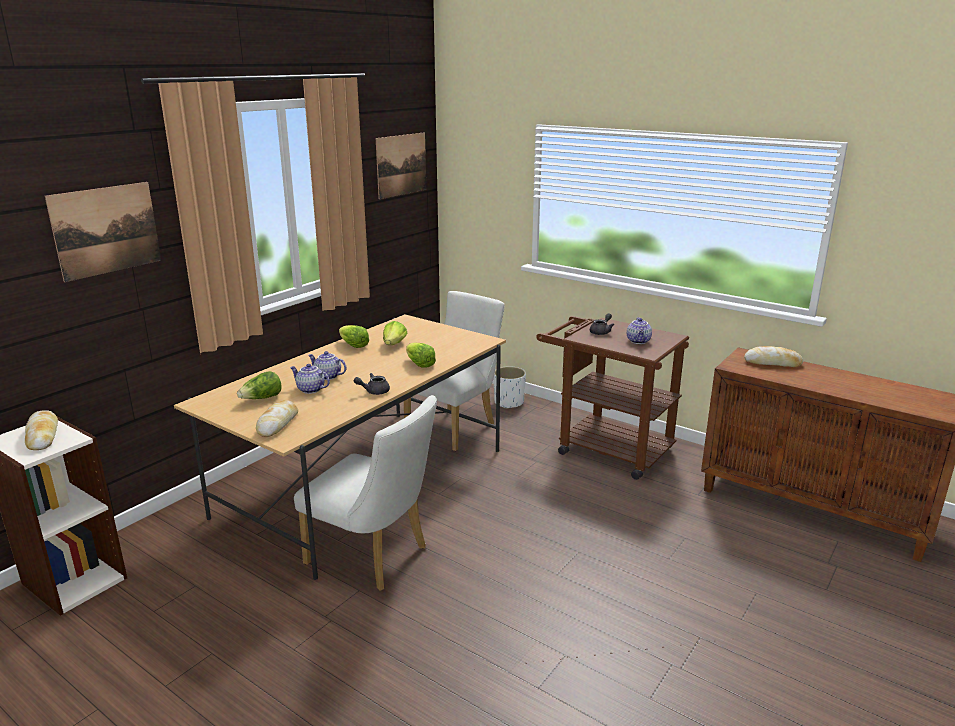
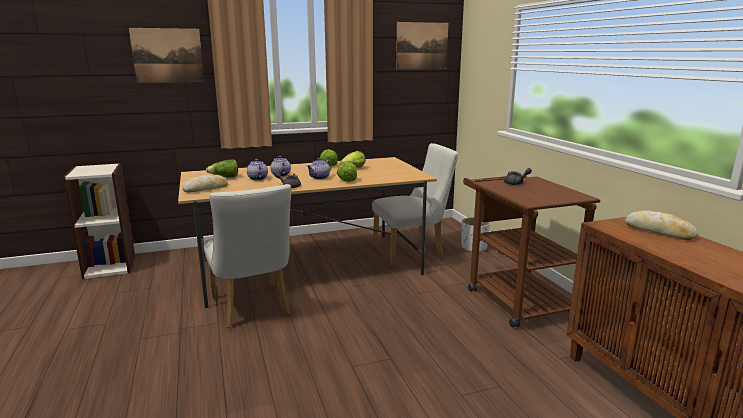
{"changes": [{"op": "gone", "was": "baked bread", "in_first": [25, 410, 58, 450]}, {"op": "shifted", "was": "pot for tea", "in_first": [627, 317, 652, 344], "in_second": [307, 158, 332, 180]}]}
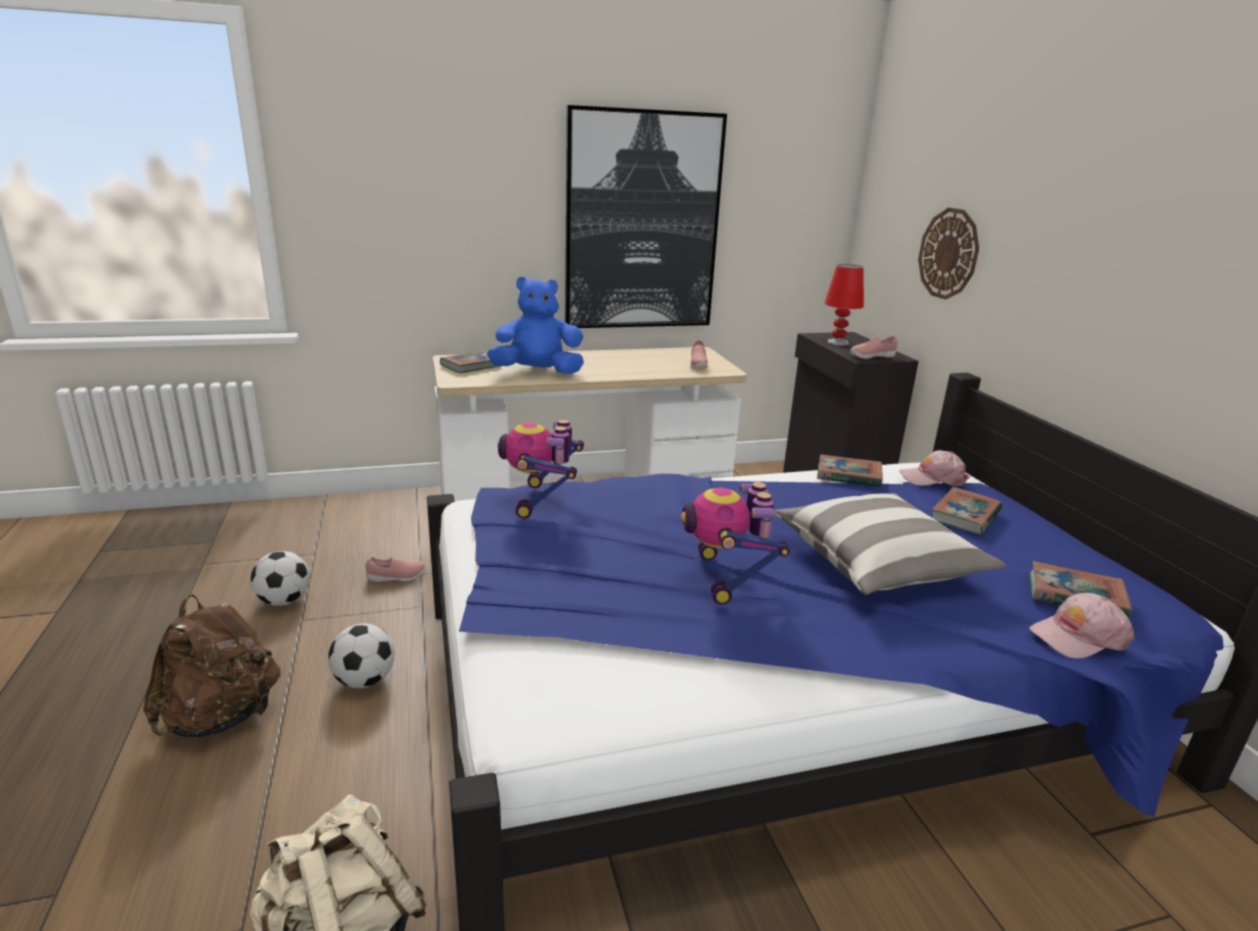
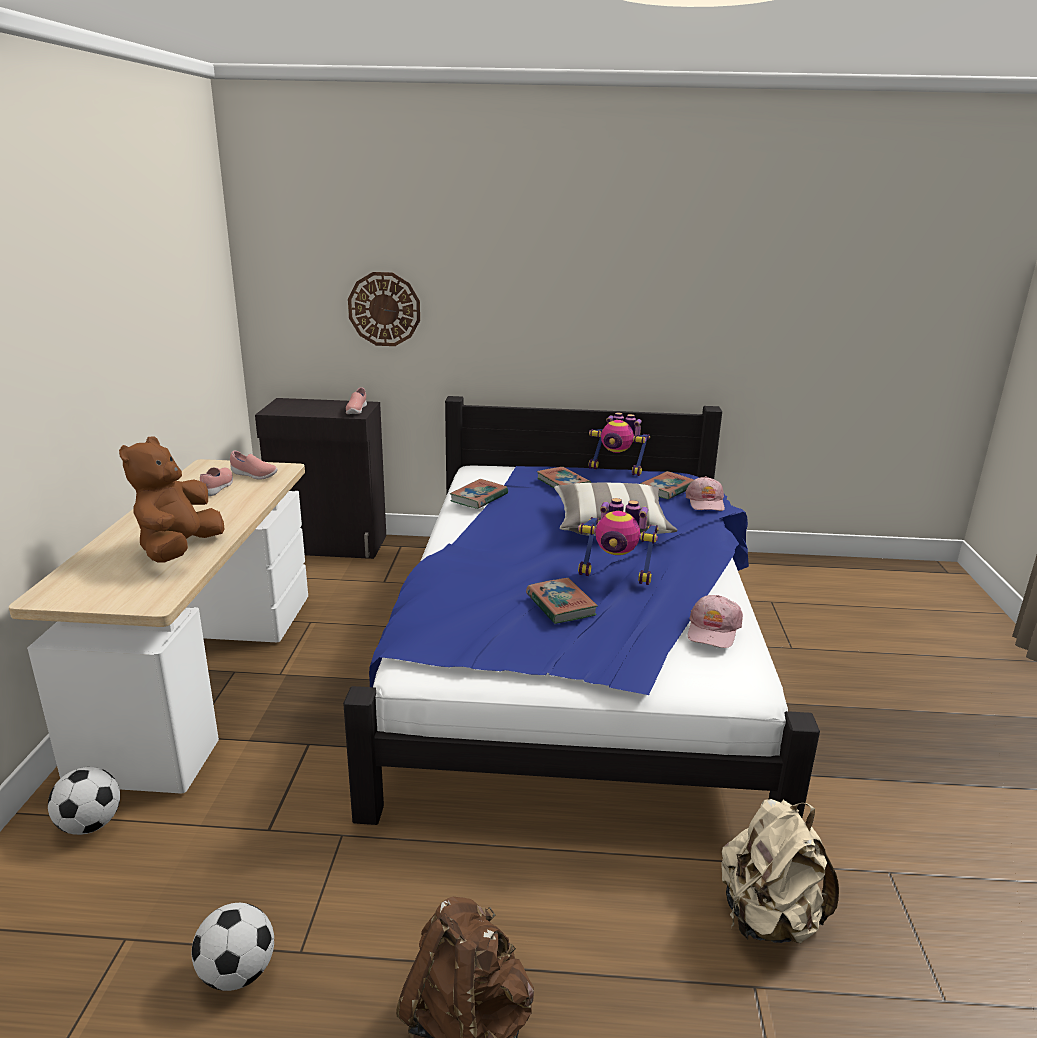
{"changes": [{"op": "gone", "was": "picture", "in_first": [565, 105, 727, 328]}, {"op": "gone", "was": "red lamp for a table", "in_first": [824, 264, 864, 346]}, {"op": "shifted", "was": "ball for football", "in_first": [328, 623, 395, 688], "in_second": [48, 767, 120, 835]}, {"op": "shifted", "was": "pinkish low shoe", "in_first": [365, 556, 426, 582], "in_second": [200, 467, 233, 496]}, {"op": "shifted", "was": "book", "in_first": [440, 351, 500, 373], "in_second": [526, 578, 598, 624]}, {"op": "shifted", "was": "model robot", "in_first": [497, 419, 584, 519], "in_second": [589, 413, 650, 476]}, {"op": "shifted", "was": "pinkish peaked cap", "in_first": [899, 450, 970, 486], "in_second": [688, 595, 743, 648]}, {"op": "repainted", "was": "blue-coloured soft toy", "now": "brown-coloured soft toy", "in_first": [487, 276, 584, 374], "in_second": [119, 436, 224, 563]}]}
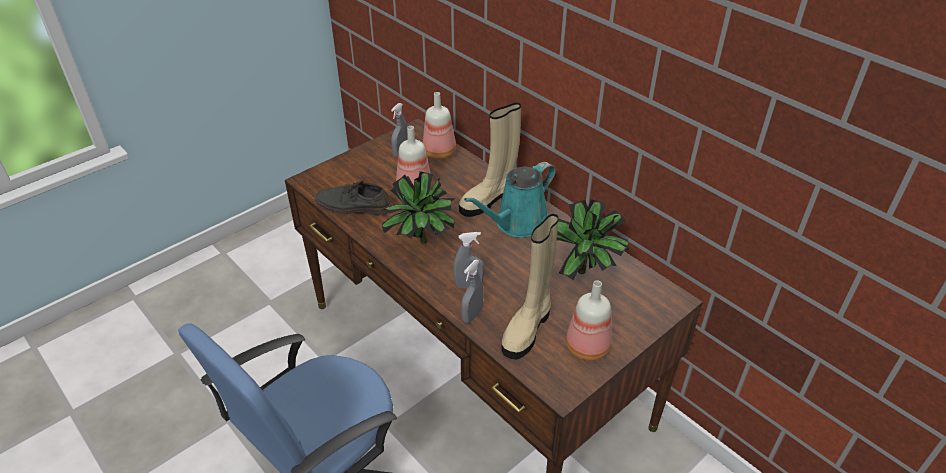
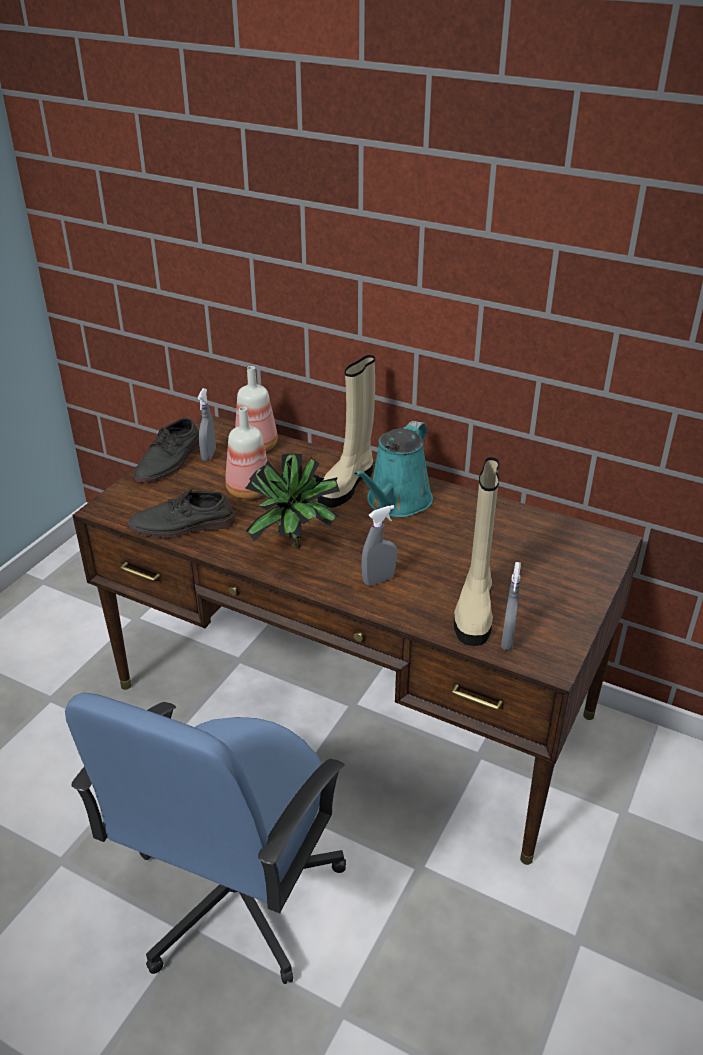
{"changes": [{"op": "gone", "was": "plant in a pot", "in_first": [557, 199, 630, 280]}, {"op": "gone", "was": "drink bottle", "in_first": [566, 281, 612, 361]}, {"op": "new", "now": "greyish low shoe", "in_second": [134, 418, 199, 483]}, {"op": "shifted", "was": "greyish sprayer", "in_first": [461, 260, 483, 324], "in_second": [501, 562, 521, 650]}]}
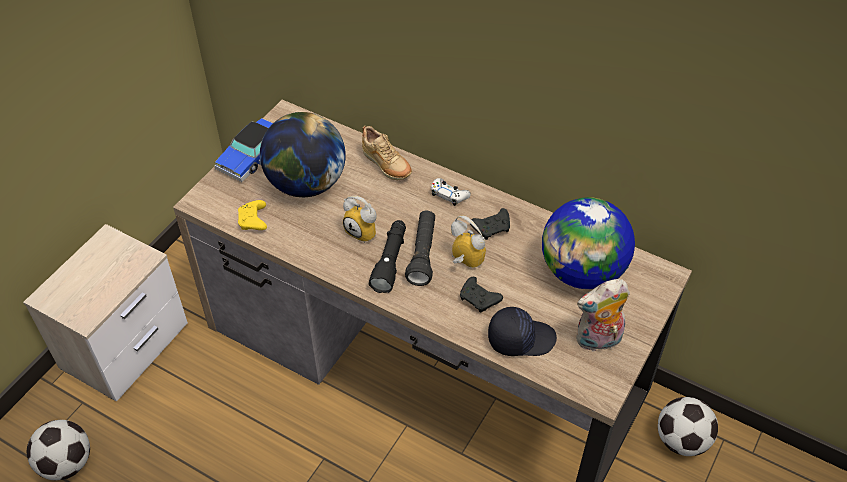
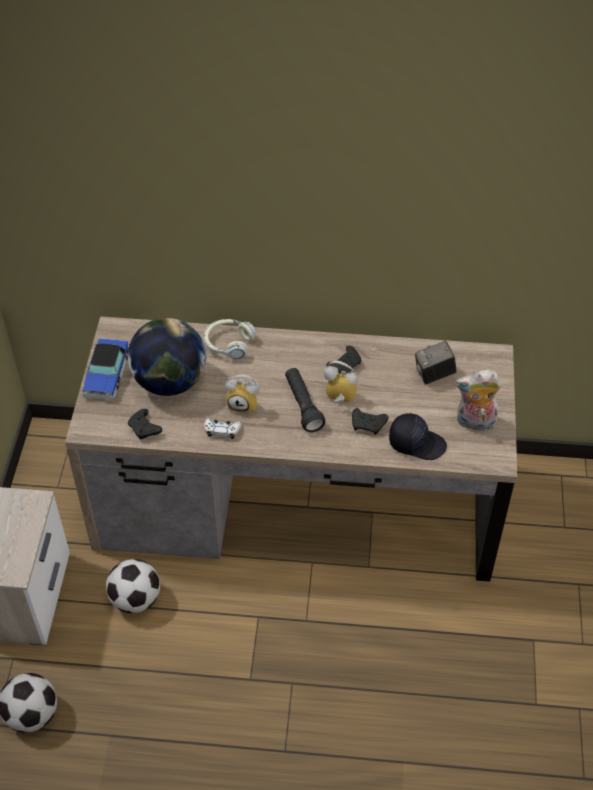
{"changes": [{"op": "gone", "was": "black hand torch", "in_first": [369, 220, 406, 293]}, {"op": "shifted", "was": "white joypad", "in_first": [431, 178, 471, 206], "in_second": [204, 418, 242, 439]}, {"op": "shifted", "was": "ball for football", "in_first": [658, 397, 718, 456], "in_second": [106, 559, 160, 613]}, {"op": "swapped", "was": "beige-coloured low shoe", "now": "headphones", "in_first": [362, 126, 412, 180], "in_second": [204, 319, 256, 359]}, {"op": "swapped", "was": "desk globe", "now": "still camera", "in_first": [542, 197, 635, 289], "in_second": [415, 341, 456, 384]}, {"op": "repainted", "was": "yellow joypad", "now": "black joypad", "in_first": [238, 200, 267, 230], "in_second": [128, 409, 162, 439]}, {"op": "rotated", "was": "black peaked cap", "in_first": [488, 307, 557, 356], "in_second": [389, 413, 447, 460], "clockwise": 45}, {"op": "rotated", "was": "soft toy", "in_first": [576, 279, 630, 352], "in_second": [455, 370, 502, 431], "clockwise": 45}]}
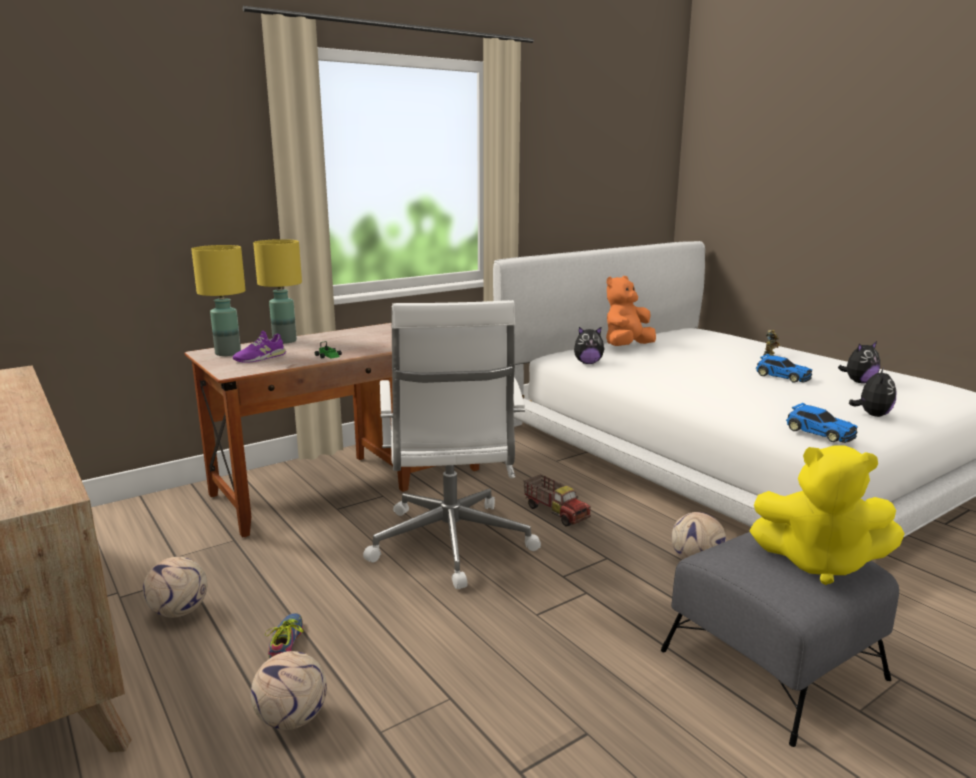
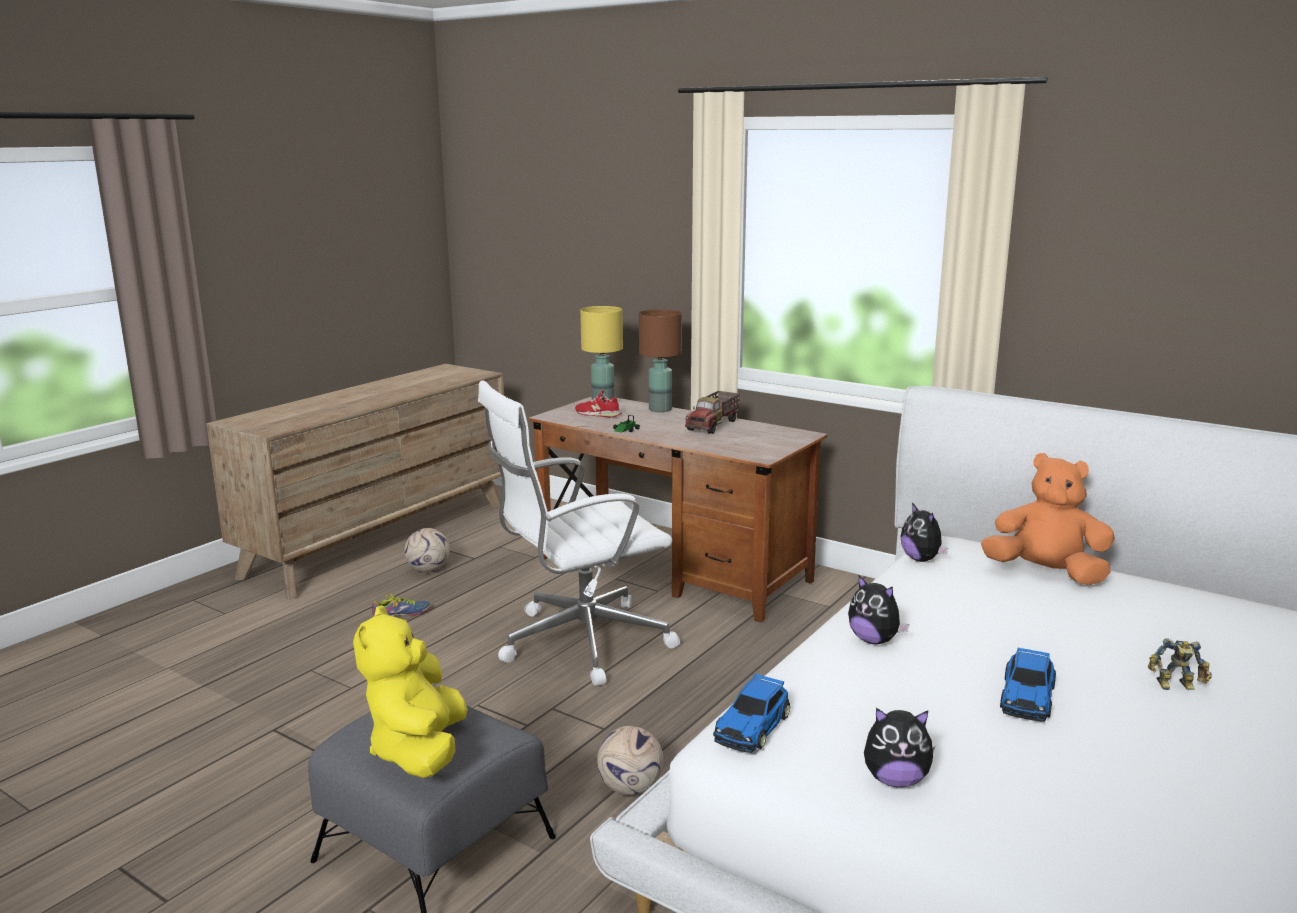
{"changes": [{"op": "gone", "was": "ball for football", "in_first": [251, 651, 327, 730]}, {"op": "shifted", "was": "toy lorry", "in_first": [523, 474, 591, 527], "in_second": [685, 391, 740, 434]}, {"op": "shifted", "was": "soft toy", "in_first": [838, 341, 880, 383], "in_second": [848, 575, 909, 644]}, {"op": "repainted", "was": "purple low shoe", "now": "red low shoe", "in_first": [233, 331, 286, 363], "in_second": [575, 391, 621, 417]}, {"op": "repainted", "was": "yellow lamp for a table", "now": "brown-coloured lamp for a table", "in_first": [253, 239, 302, 344], "in_second": [639, 309, 682, 412]}]}
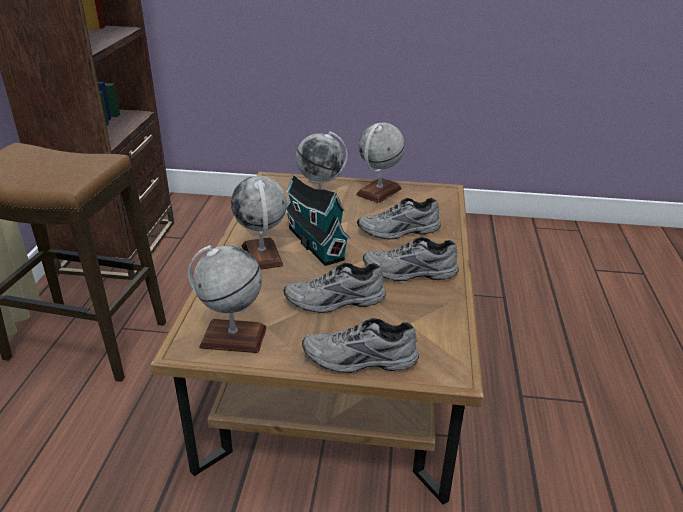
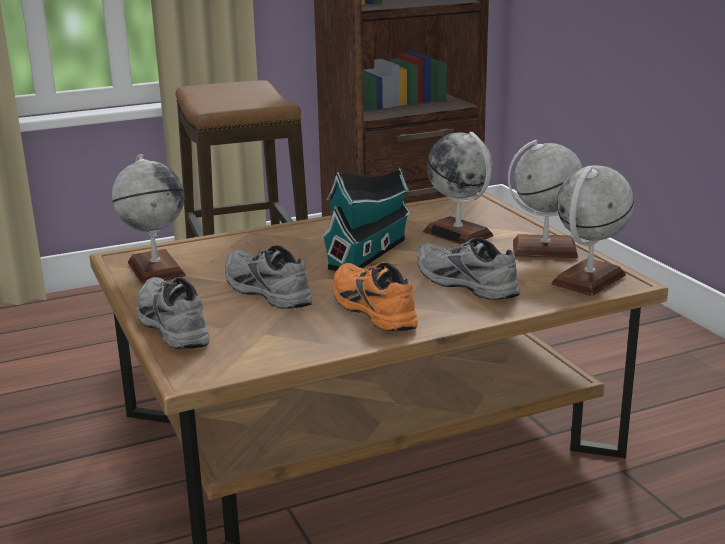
{"changes": [{"op": "shifted", "was": "desk globe", "in_first": [231, 176, 287, 270], "in_second": [551, 165, 634, 296]}, {"op": "repainted", "was": "greyish low shoe", "now": "orange-coloured low shoe", "in_first": [363, 237, 459, 281], "in_second": [333, 262, 418, 331]}]}
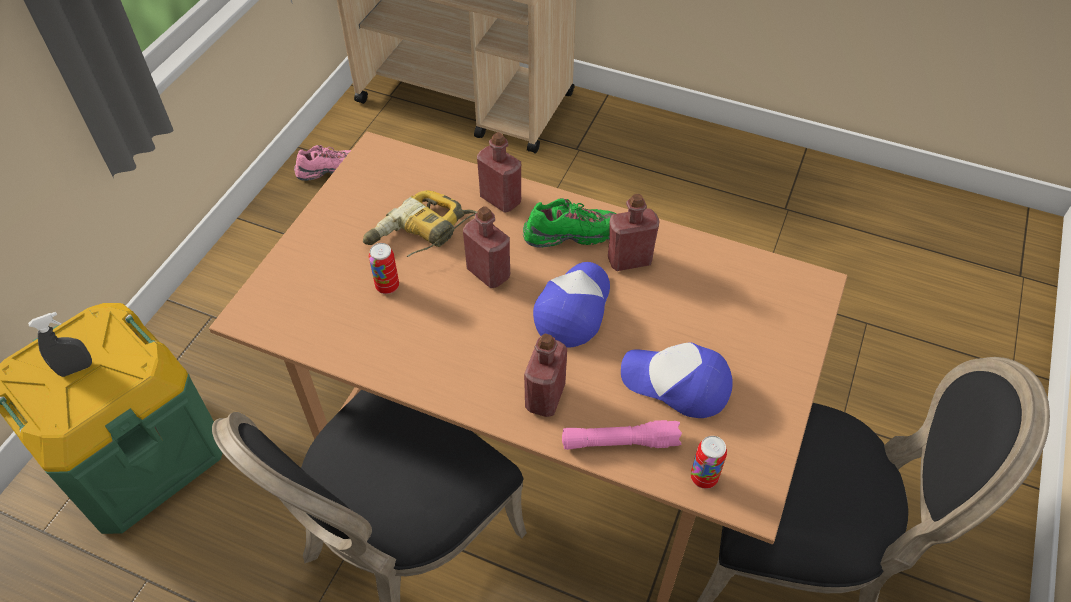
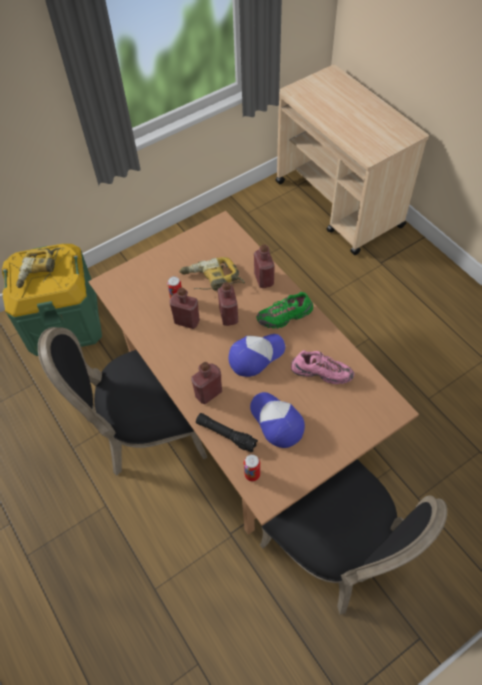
{"changes": [{"op": "shifted", "was": "pinkish low shoe", "in_first": [294, 145, 351, 181], "in_second": [291, 350, 354, 384]}, {"op": "shifted", "was": "red drink bottle", "in_first": [608, 194, 659, 271], "in_second": [169, 287, 200, 329]}, {"op": "swapped", "was": "greyish sprayer", "now": "power drill", "in_first": [28, 312, 92, 377], "in_second": [16, 247, 61, 288]}, {"op": "repainted", "was": "pinkish hand torch", "now": "black hand torch", "in_first": [562, 420, 682, 450], "in_second": [196, 413, 258, 452]}, {"op": "rotated", "was": "green-coloured low shoe", "in_first": [523, 198, 617, 248], "in_second": [256, 292, 313, 329], "clockwise": 135}]}
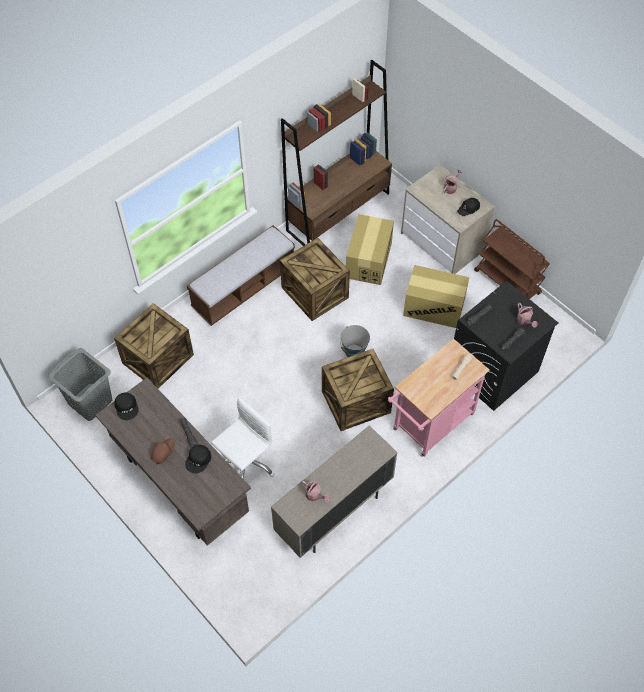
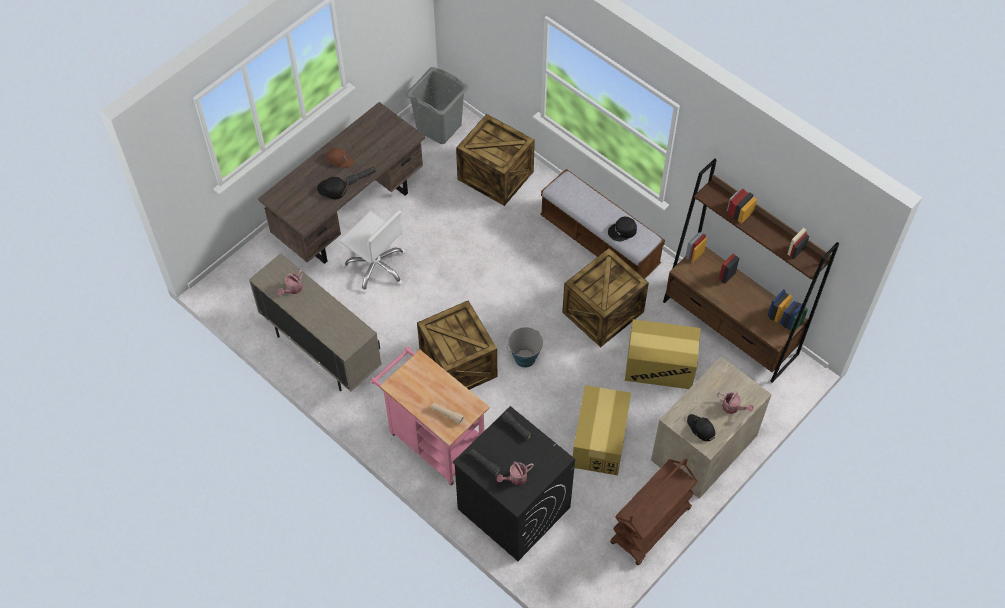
{"changes": [{"op": "shifted", "was": "black peaked cap", "in_first": [114, 392, 139, 420], "in_second": [608, 217, 637, 241]}]}
